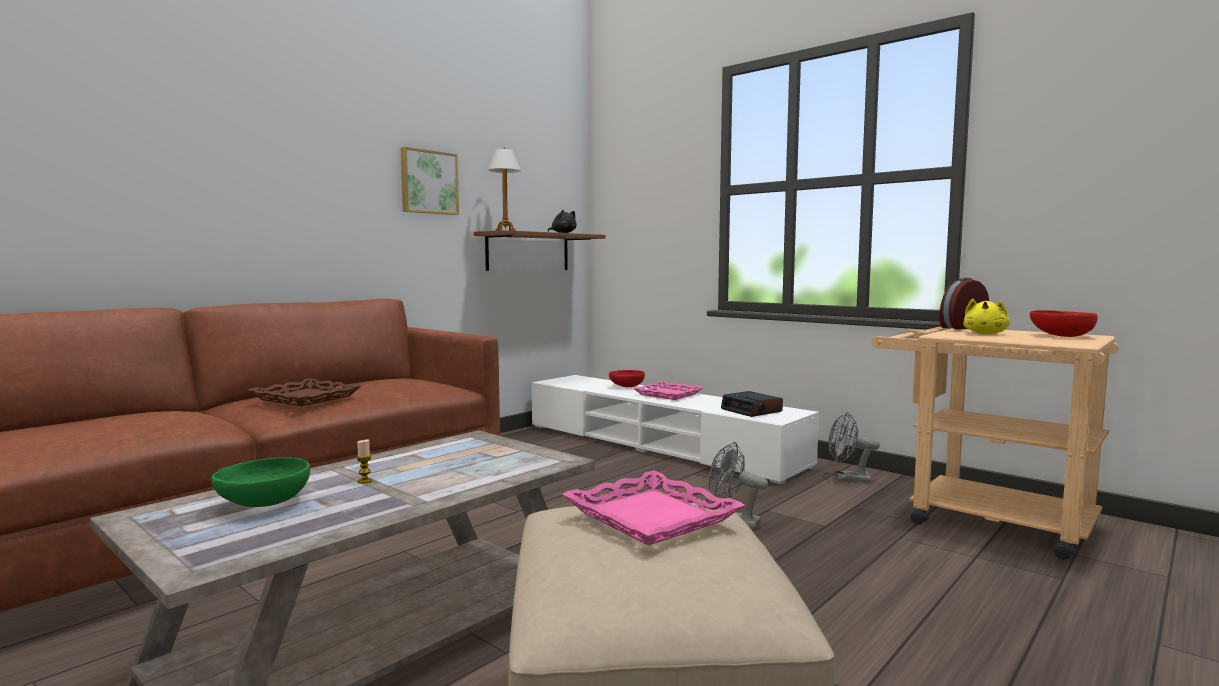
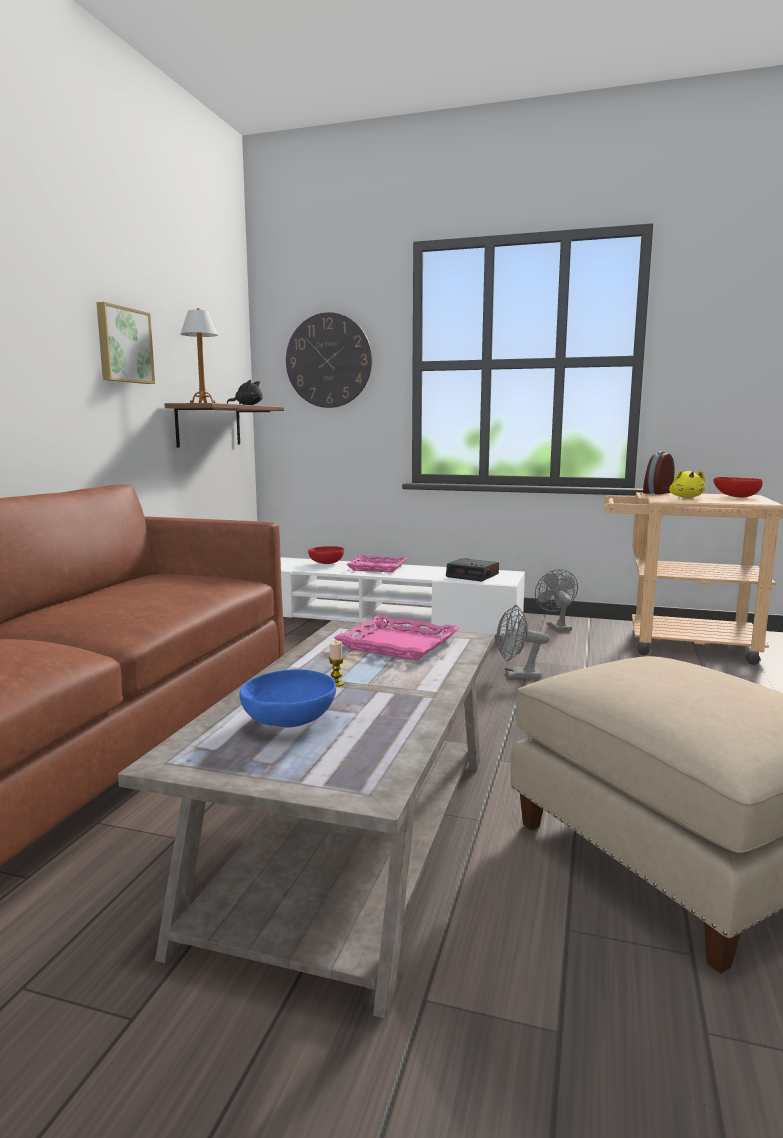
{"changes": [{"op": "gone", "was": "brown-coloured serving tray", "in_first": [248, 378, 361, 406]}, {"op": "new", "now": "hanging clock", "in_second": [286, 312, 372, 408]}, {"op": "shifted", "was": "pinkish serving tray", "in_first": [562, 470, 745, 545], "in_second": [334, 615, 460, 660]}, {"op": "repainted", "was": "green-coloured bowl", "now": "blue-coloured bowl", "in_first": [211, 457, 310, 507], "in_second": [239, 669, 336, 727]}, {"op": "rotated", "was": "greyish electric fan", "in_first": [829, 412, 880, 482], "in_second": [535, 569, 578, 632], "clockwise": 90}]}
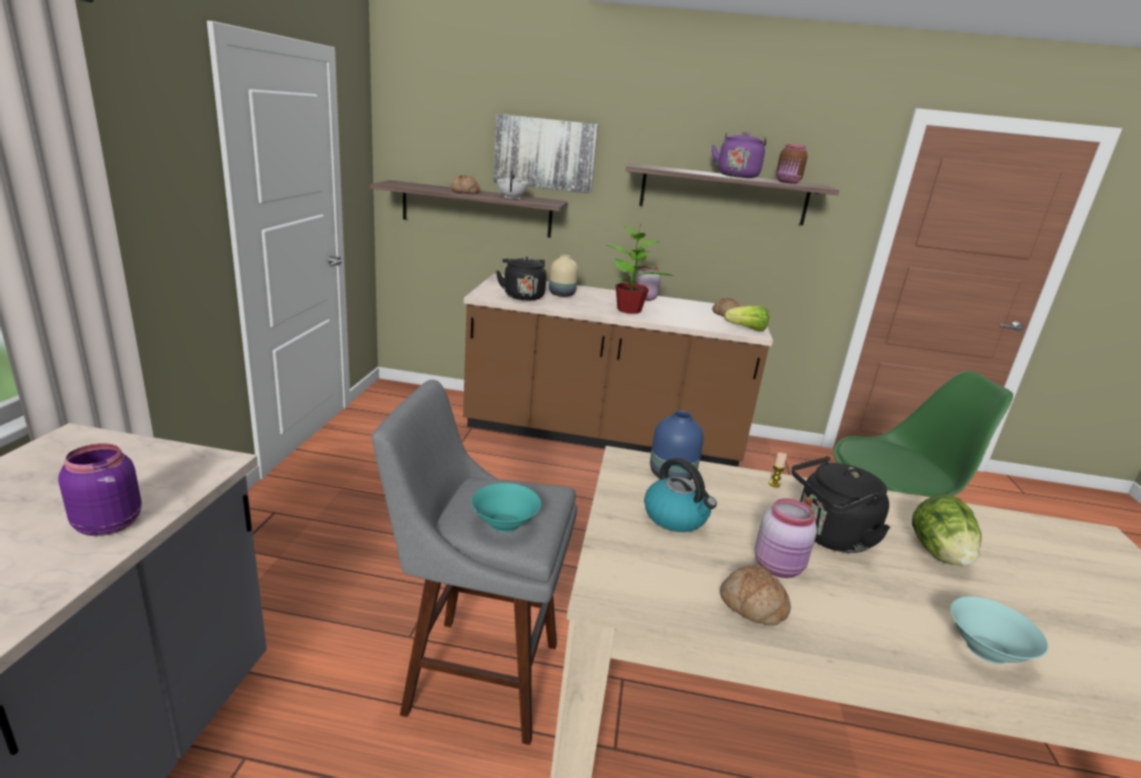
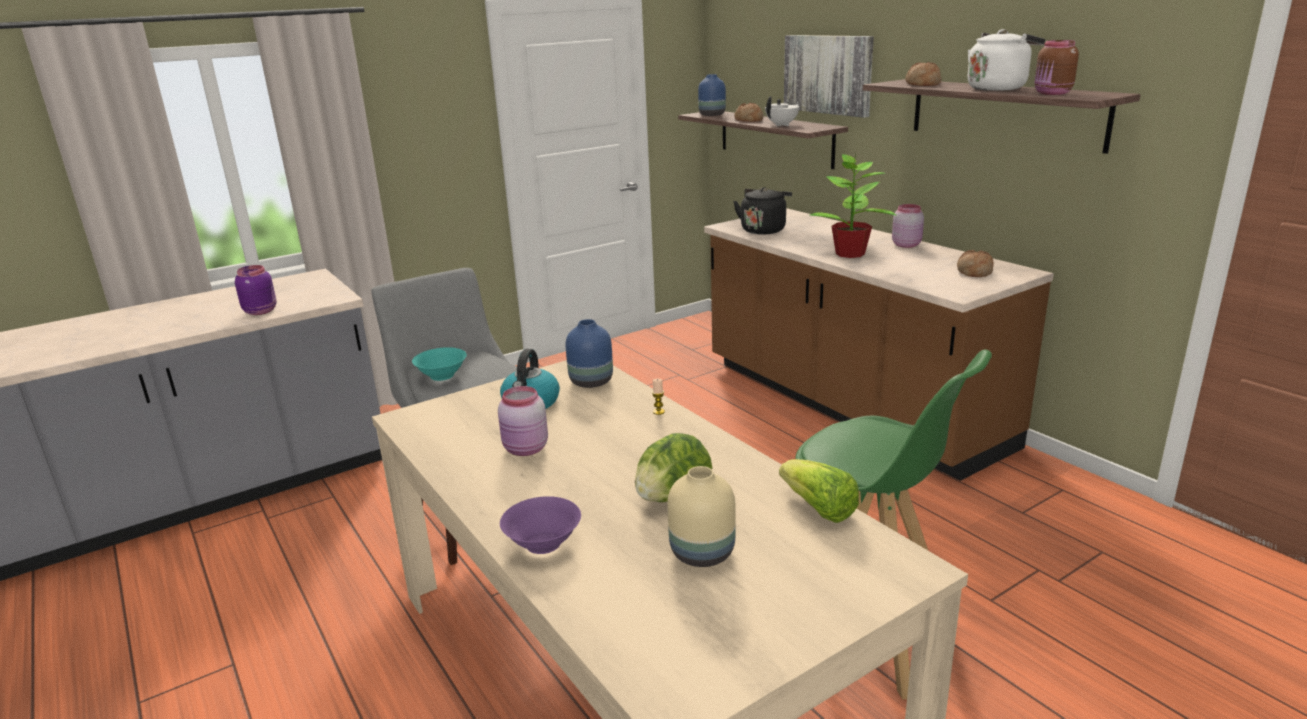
{"changes": [{"op": "gone", "was": "black tea kettle", "in_first": [792, 456, 891, 553]}, {"op": "new", "now": "blue-coloured vase", "in_second": [698, 74, 726, 116]}, {"op": "shifted", "was": "beige-coloured vase", "in_first": [549, 255, 578, 297], "in_second": [667, 466, 736, 567]}, {"op": "shifted", "was": "baked bread", "in_first": [720, 565, 791, 626], "in_second": [905, 62, 941, 86]}, {"op": "shifted", "was": "head of lettuce", "in_first": [724, 306, 769, 331], "in_second": [779, 459, 859, 523]}, {"op": "repainted", "was": "purple tea kettle", "now": "white tea kettle", "in_first": [712, 132, 766, 178], "in_second": [967, 29, 1045, 91]}, {"op": "repainted", "was": "turquoise-coloured bowl", "now": "purple bowl", "in_first": [951, 596, 1048, 664], "in_second": [500, 496, 581, 554]}]}
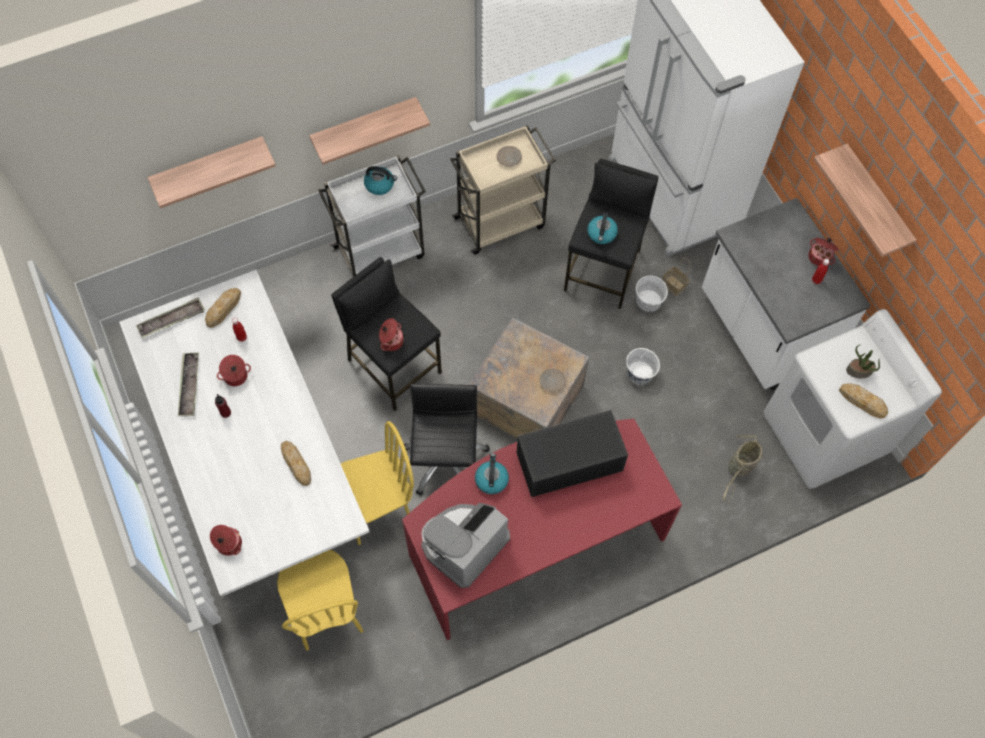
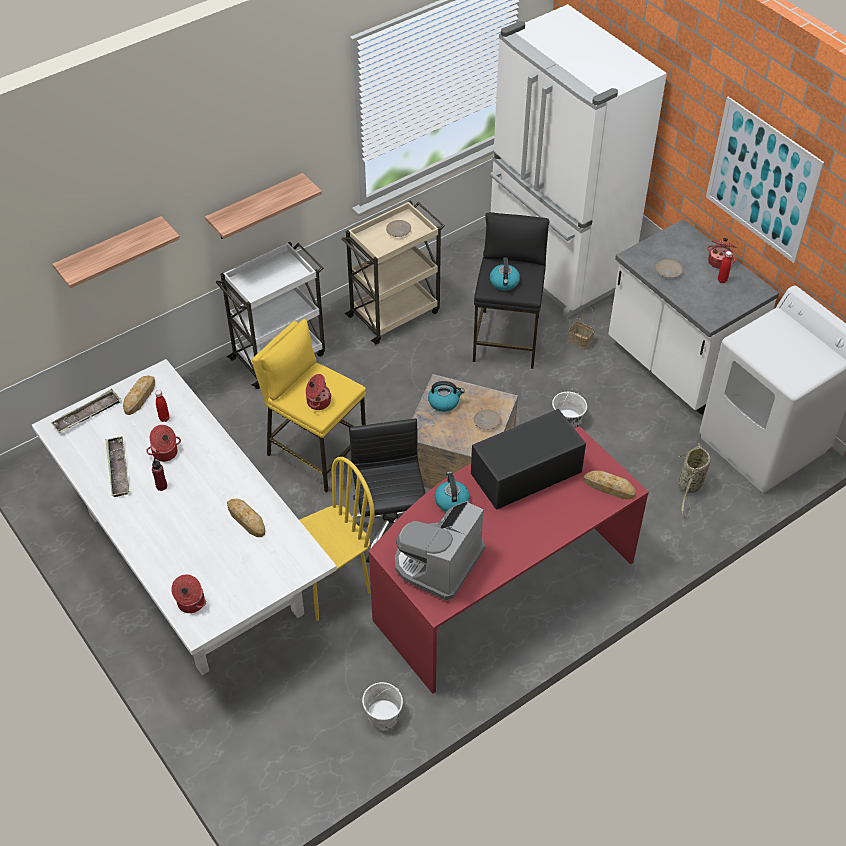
{"changes": [{"op": "gone", "was": "yellow chair", "in_first": [277, 550, 363, 651]}, {"op": "gone", "was": "plant in a pot", "in_first": [846, 345, 880, 378]}, {"op": "new", "now": "beige-coloured dinner plate", "in_second": [656, 260, 683, 278]}, {"op": "shifted", "was": "tea kettle", "in_first": [364, 166, 397, 195], "in_second": [428, 381, 465, 412]}, {"op": "shifted", "was": "white water bucket", "in_first": [636, 276, 668, 312], "in_second": [362, 682, 403, 729]}, {"op": "shifted", "was": "baked bread", "in_first": [839, 383, 888, 419], "in_second": [583, 471, 636, 500]}, {"op": "swapped", "was": "bracket shelf", "now": "picture", "in_first": [814, 144, 917, 257], "in_second": [706, 97, 824, 263]}, {"op": "repainted", "was": "black sitting stool", "now": "yellow sitting stool", "in_first": [331, 257, 442, 411], "in_second": [252, 319, 366, 493]}]}
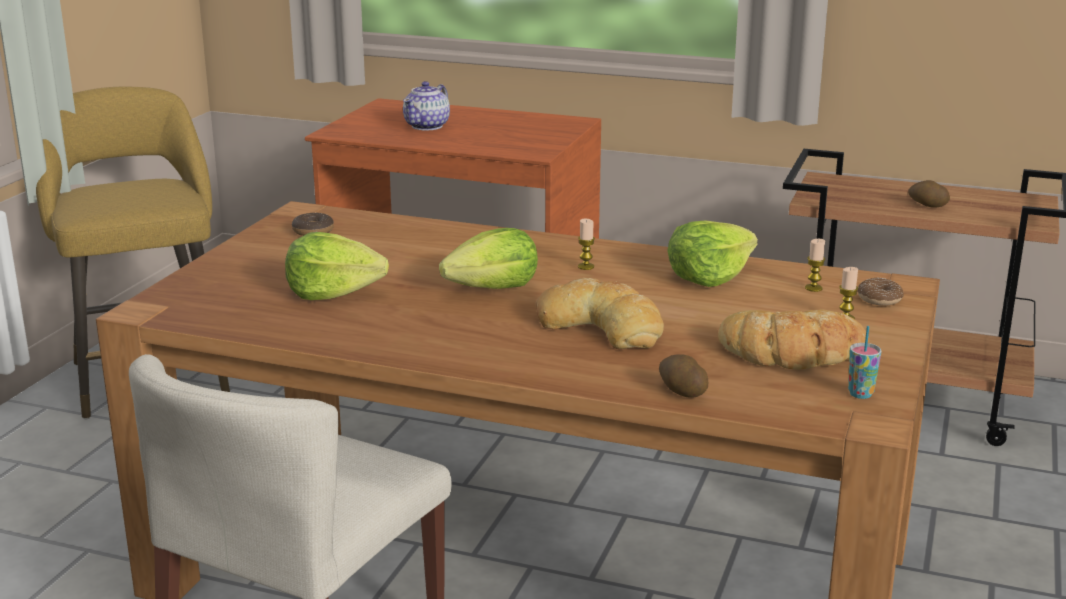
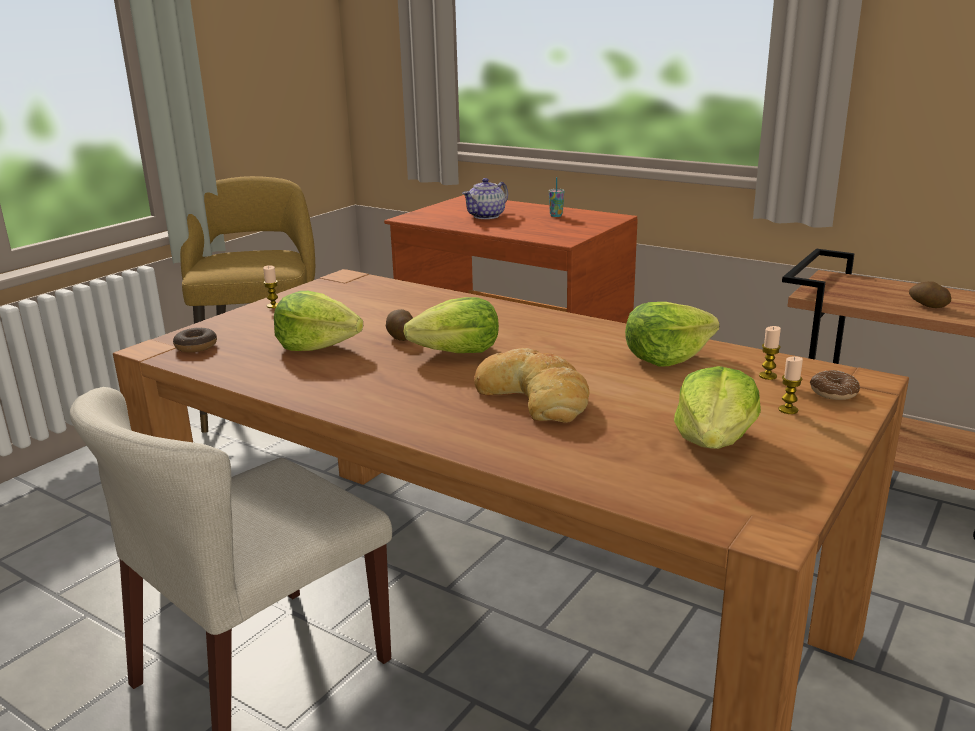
{"changes": [{"op": "shifted", "was": "donut", "in_first": [292, 213, 334, 236], "in_second": [173, 327, 217, 352]}, {"op": "shifted", "was": "candle", "in_first": [578, 219, 595, 270], "in_second": [263, 265, 278, 308]}, {"op": "shifted", "was": "spud", "in_first": [659, 355, 708, 398], "in_second": [386, 309, 413, 341]}, {"op": "shifted", "was": "drinking cup", "in_first": [848, 326, 881, 399], "in_second": [549, 177, 564, 217]}, {"op": "swapped", "was": "baked bread", "now": "head of lettuce", "in_first": [718, 310, 869, 370], "in_second": [674, 366, 761, 449]}]}
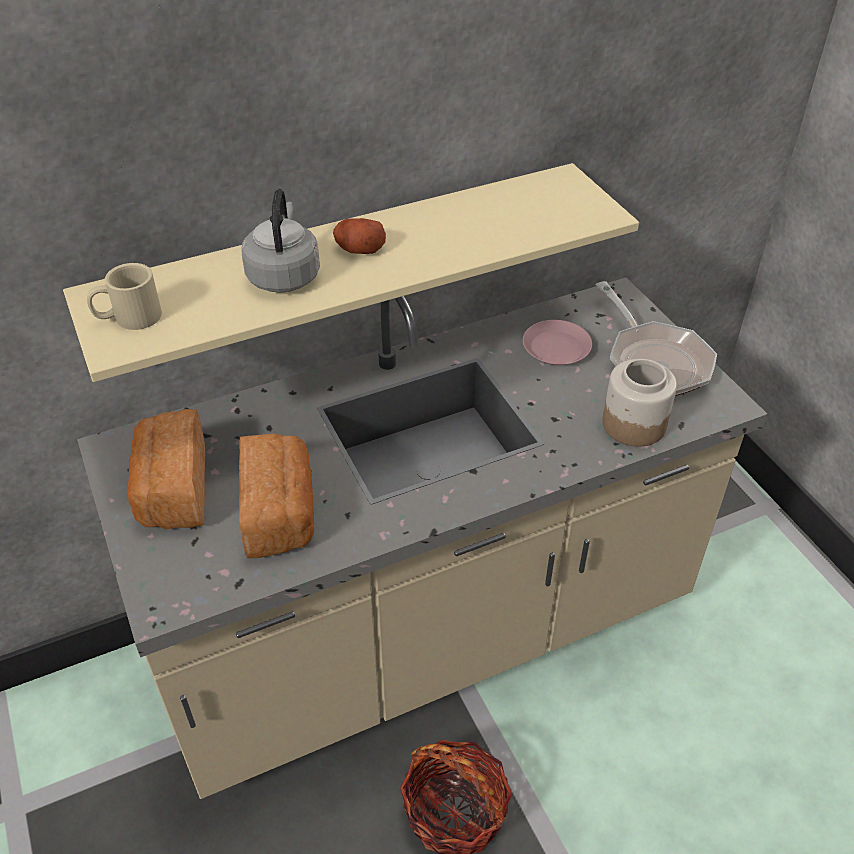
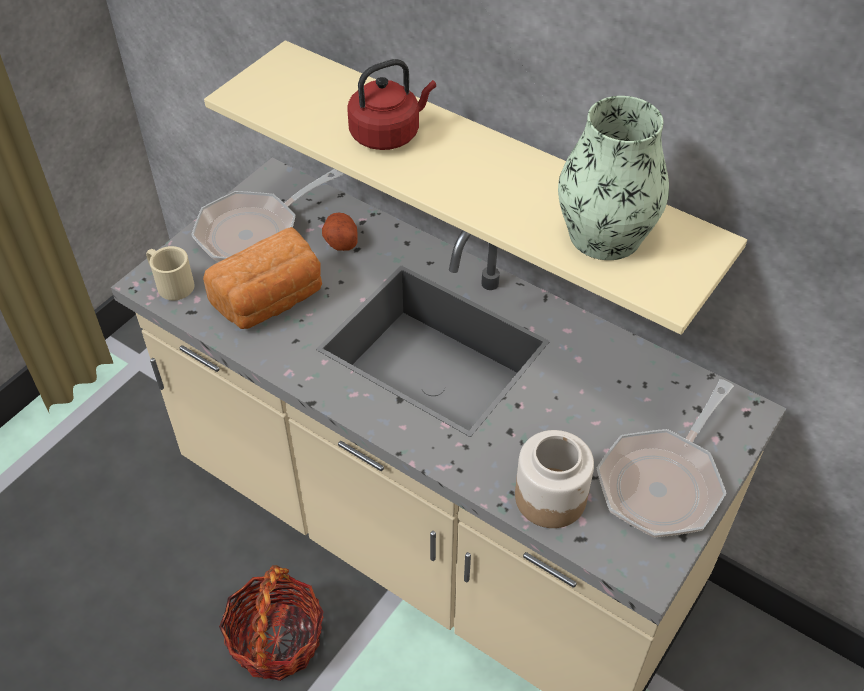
{"changes": [{"op": "gone", "was": "pinkish dinner plate", "in_first": [523, 320, 592, 365]}, {"op": "new", "now": "vase", "in_second": [558, 96, 669, 260]}, {"op": "shifted", "was": "beige-coloured mug", "in_first": [87, 263, 162, 330], "in_second": [146, 246, 195, 301]}, {"op": "shifted", "was": "spud", "in_first": [333, 218, 386, 254], "in_second": [322, 213, 358, 251]}, {"op": "swapped", "was": "baked bread", "now": "frying pan", "in_first": [128, 409, 205, 530], "in_second": [191, 169, 344, 262]}, {"op": "repainted", "was": "greyish tea kettle", "now": "red tea kettle", "in_first": [241, 189, 320, 293], "in_second": [347, 59, 436, 150]}]}
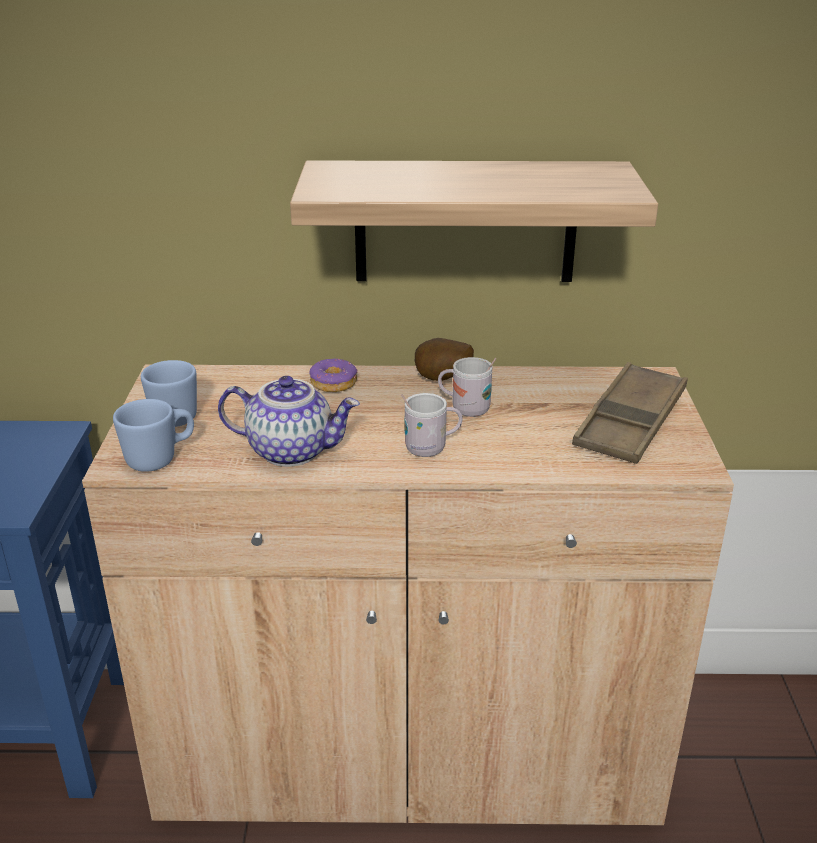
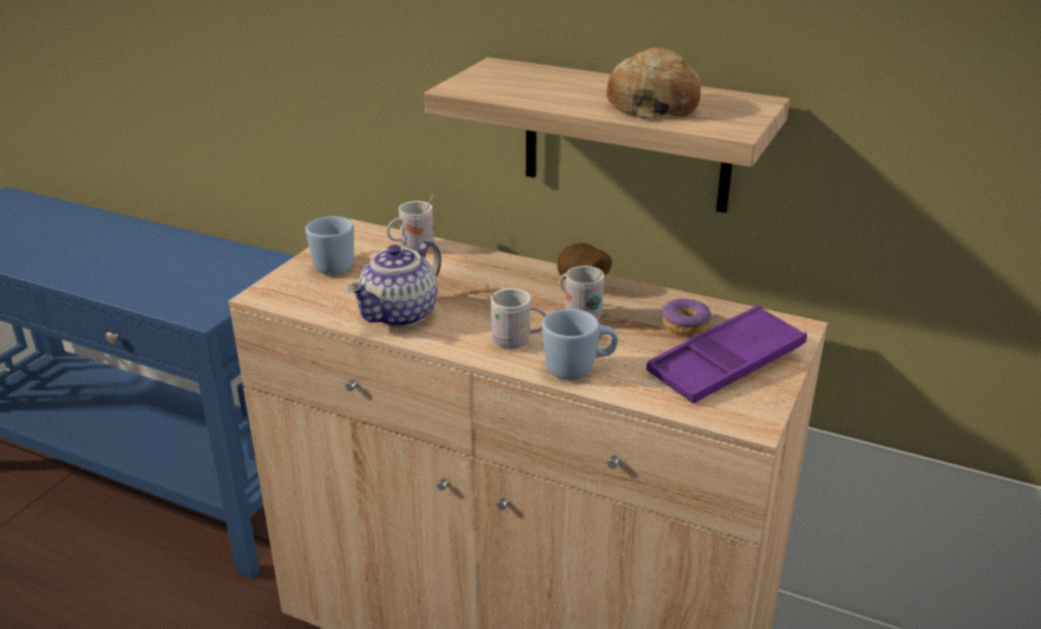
{"changes": [{"op": "new", "now": "white mug", "in_second": [387, 194, 434, 252]}, {"op": "new", "now": "baked bread", "in_second": [607, 47, 701, 119]}, {"op": "shifted", "was": "blue-coloured mug", "in_first": [113, 399, 194, 472], "in_second": [542, 309, 618, 380]}, {"op": "shifted", "was": "donut", "in_first": [309, 359, 358, 392], "in_second": [662, 299, 712, 335]}, {"op": "repainted", "was": "brown-coloured serving tray", "now": "purple serving tray", "in_first": [572, 362, 688, 464], "in_second": [646, 305, 807, 403]}, {"op": "rotated", "was": "pot for tea", "in_first": [218, 376, 360, 467], "in_second": [348, 240, 441, 328], "clockwise": 90}]}
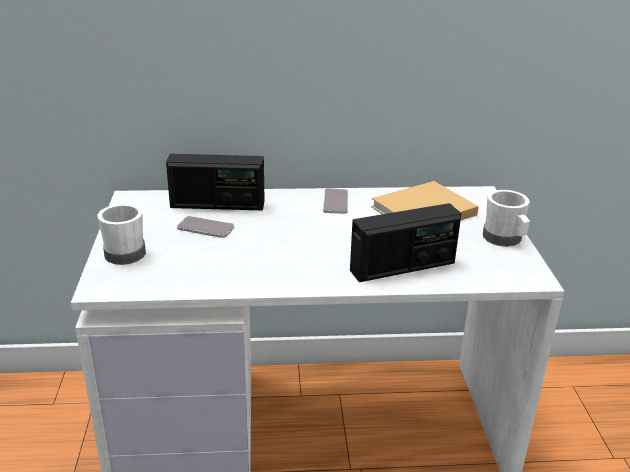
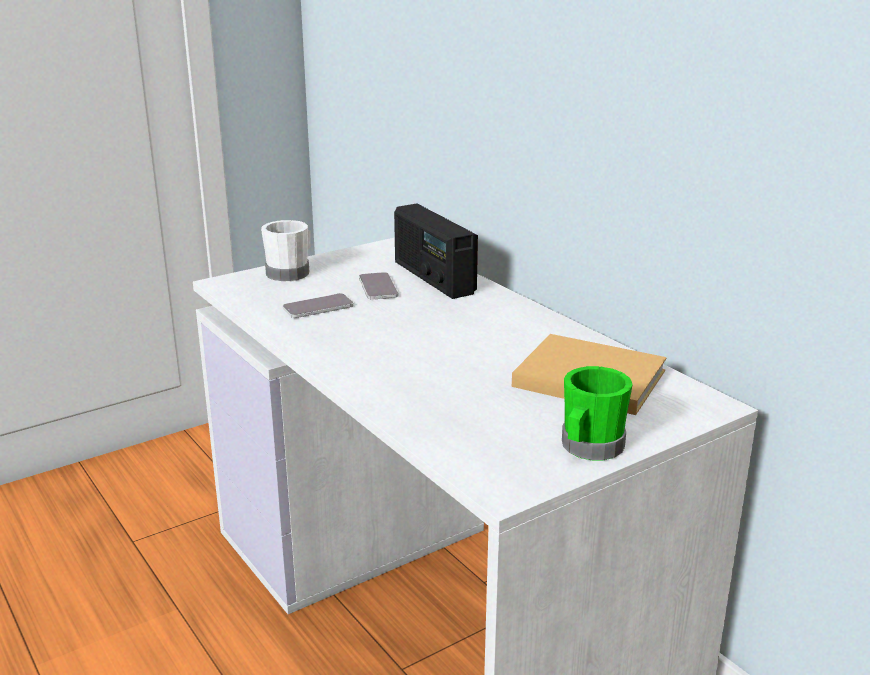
{"changes": [{"op": "gone", "was": "radio set", "in_first": [350, 203, 461, 282]}, {"op": "shifted", "was": "phone", "in_first": [323, 189, 348, 214], "in_second": [283, 293, 354, 318]}, {"op": "repainted", "was": "white mug", "now": "green-coloured mug", "in_first": [483, 190, 530, 247], "in_second": [562, 366, 632, 460]}]}
